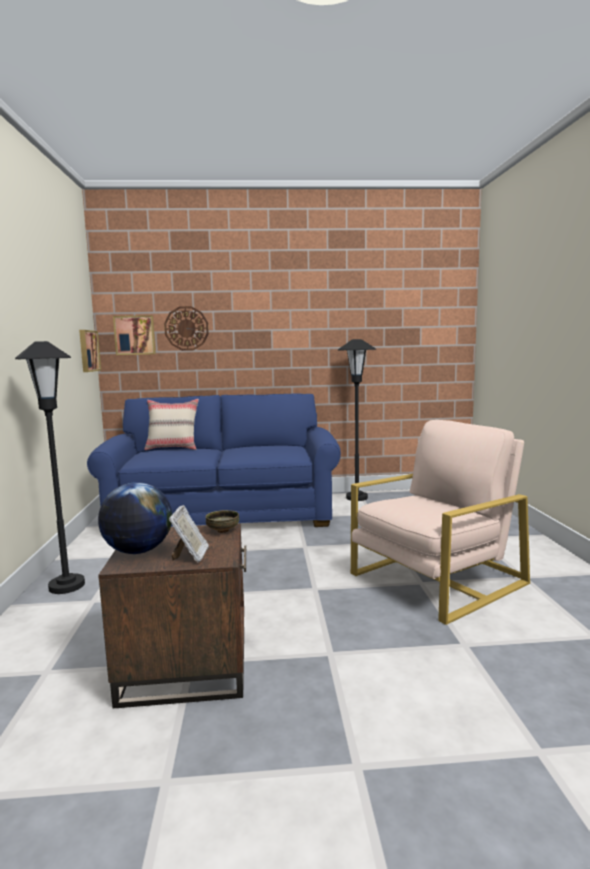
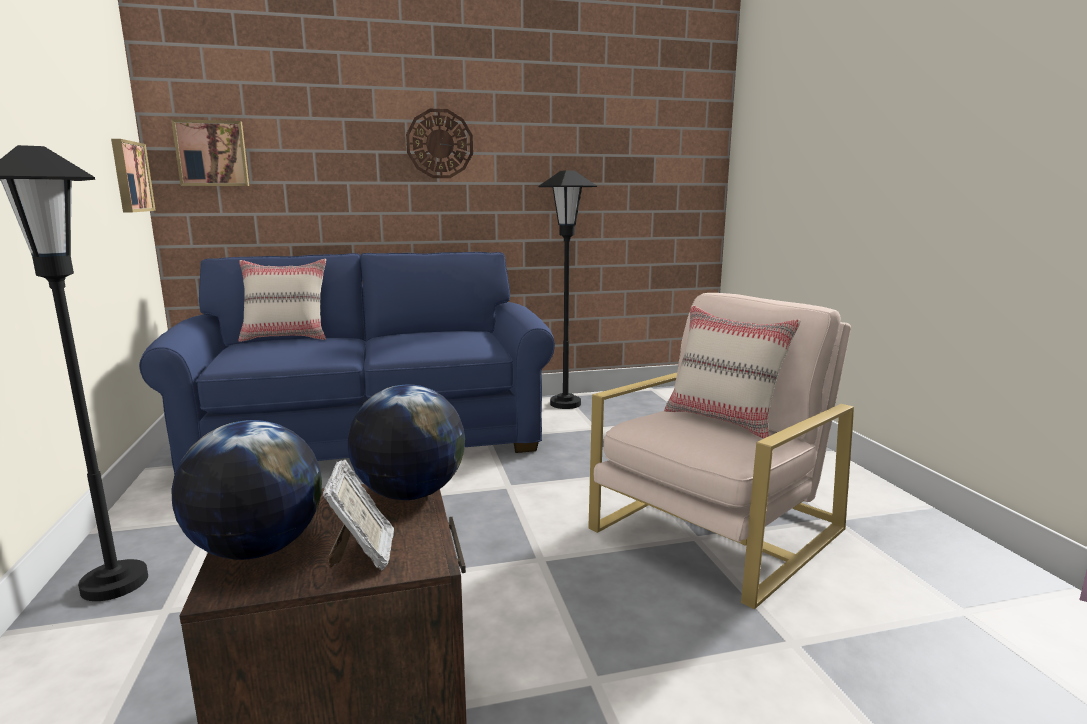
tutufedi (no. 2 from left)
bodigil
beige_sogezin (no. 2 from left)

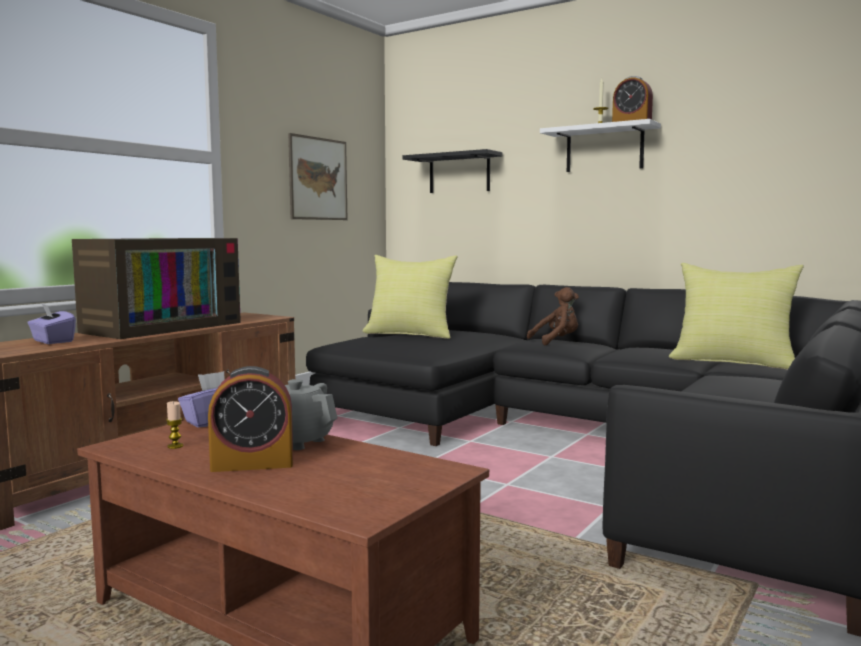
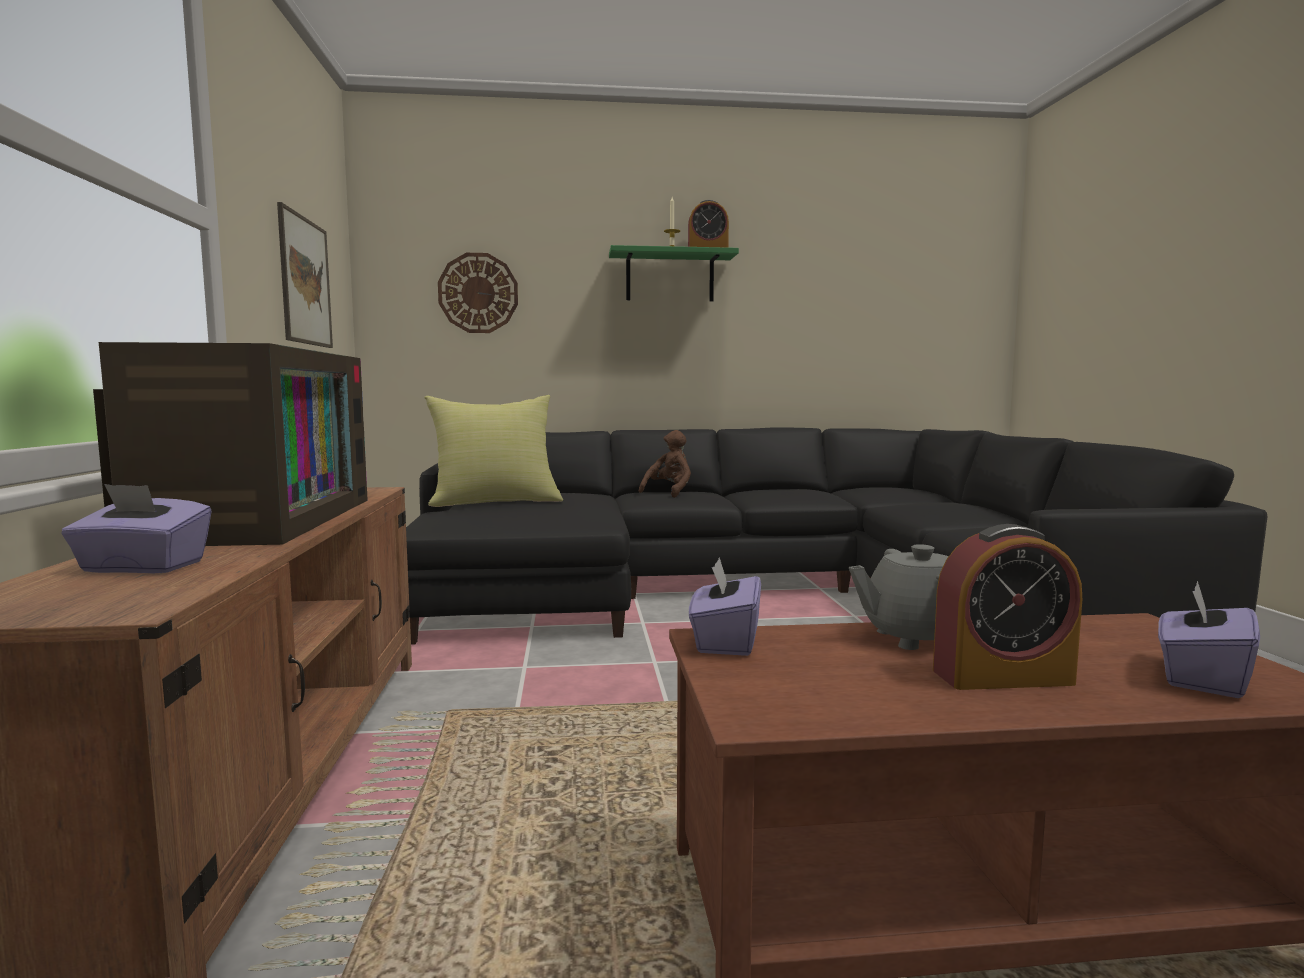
bodigil
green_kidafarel
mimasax (no. 2 from left)
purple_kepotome (no. 3 from left)
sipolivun (no. 1 from left in the first image)
yellow_sogezin (no. 2 from left in the first image)

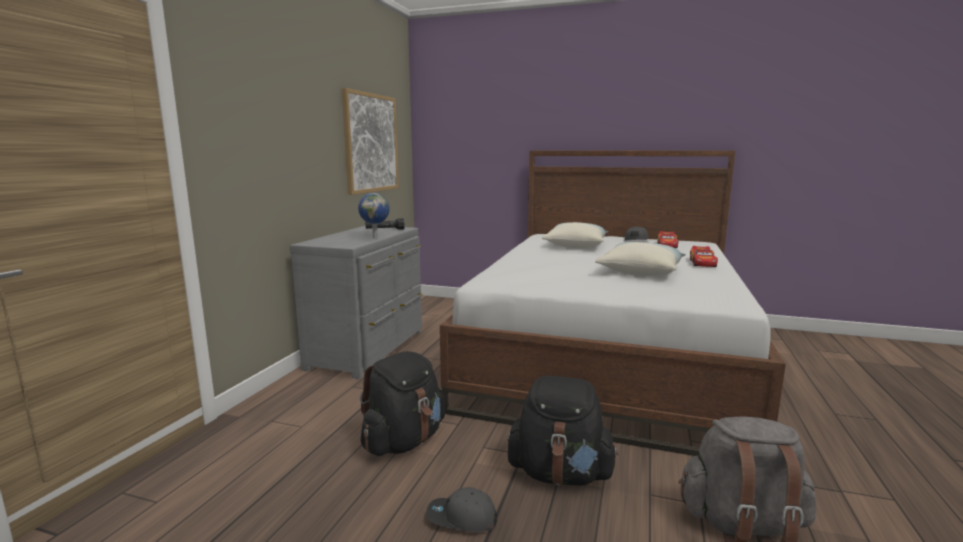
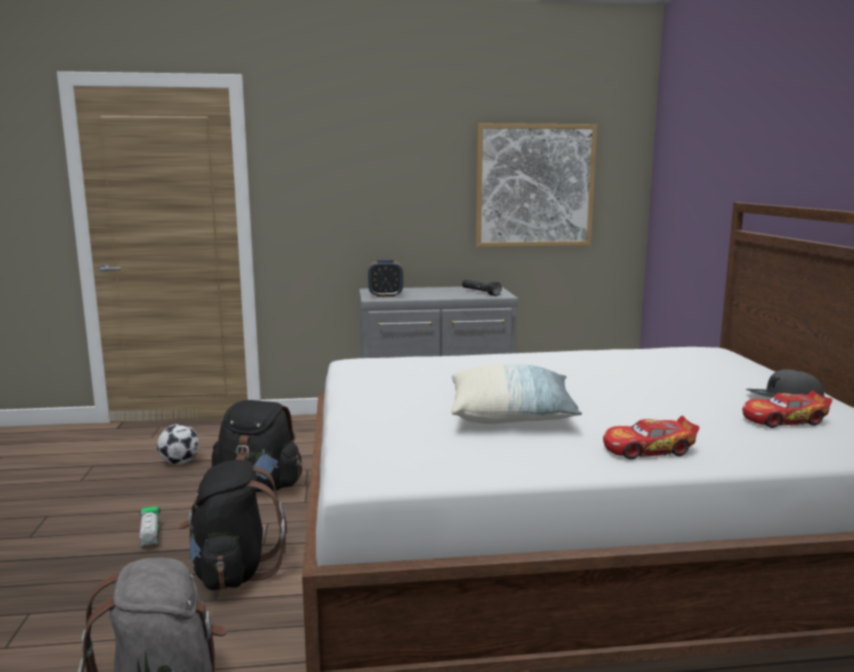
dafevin
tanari
mimasax
tutufedi
sogezin (no. 1 from left in the first image)

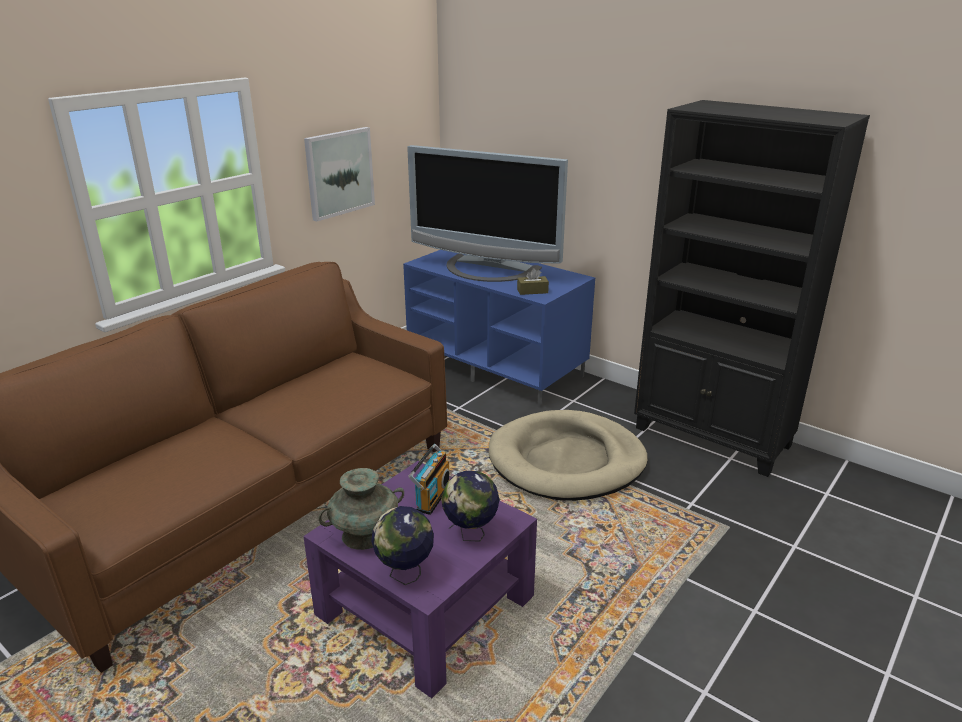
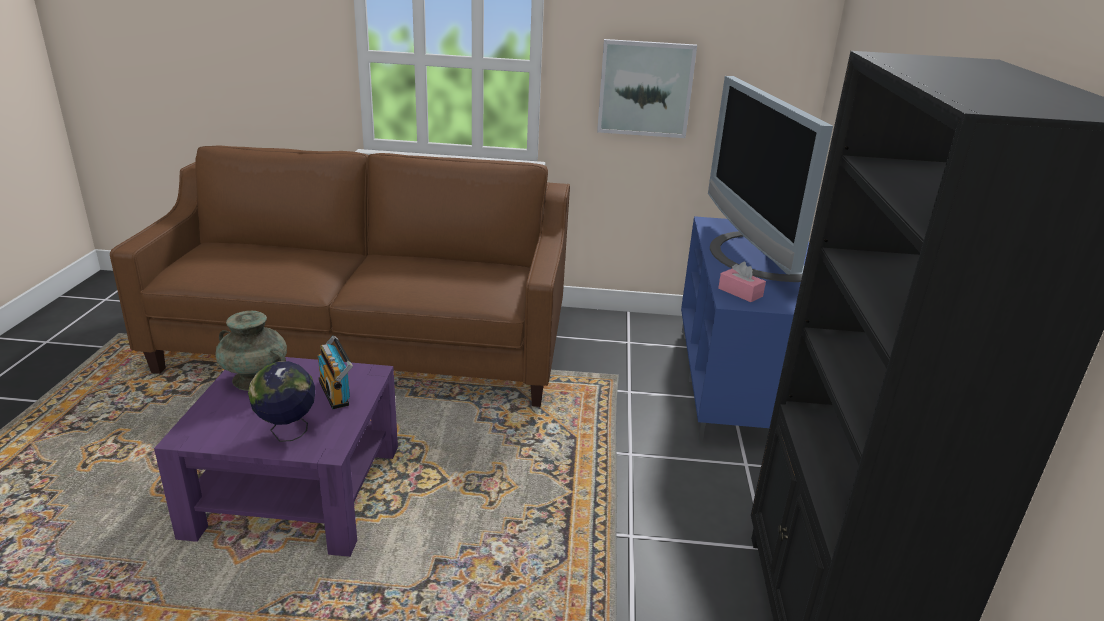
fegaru
pink_kepotome
tutufedi (no. 1 from left in the first image)
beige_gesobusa

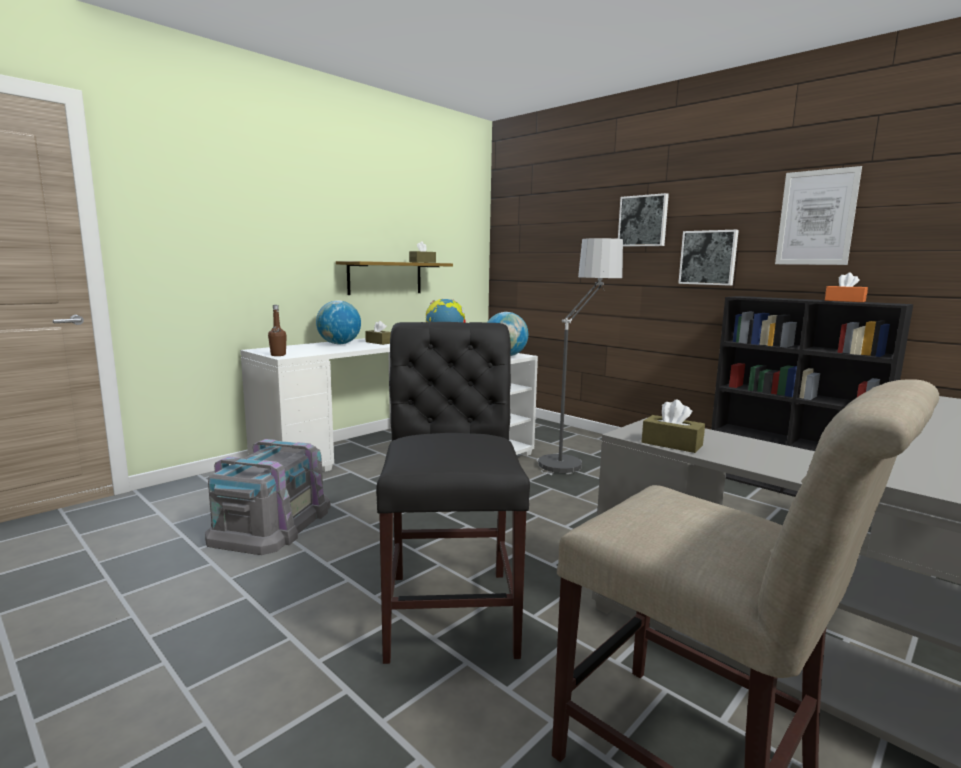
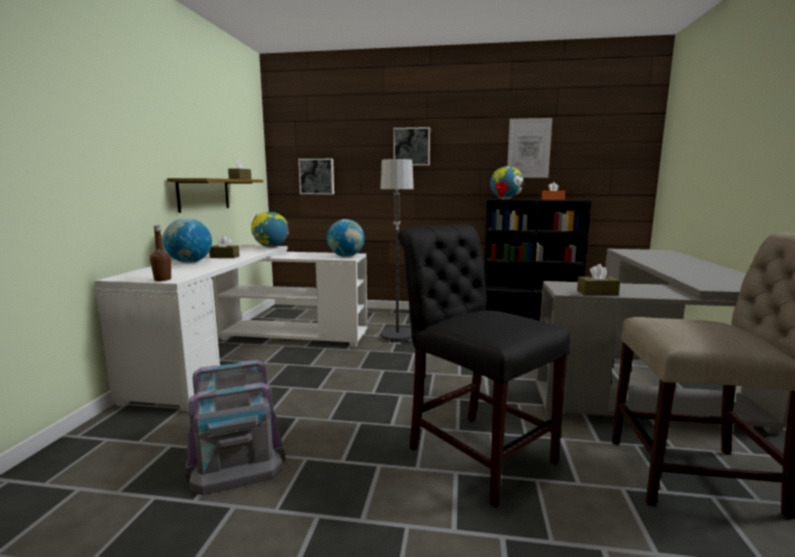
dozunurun (no. 1 from left)
tutufedi (no. 4 from left)

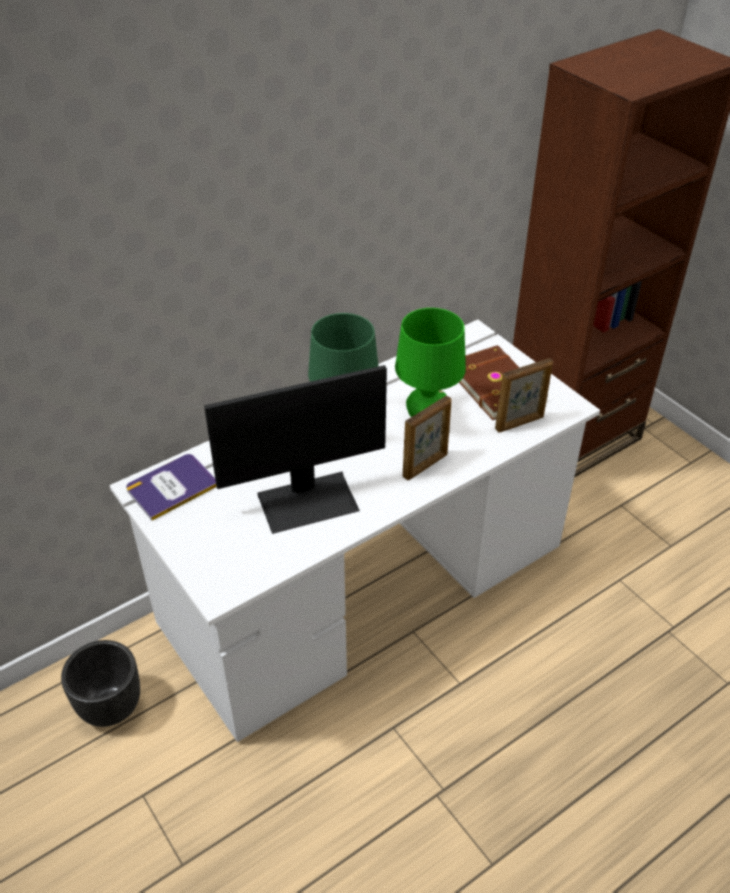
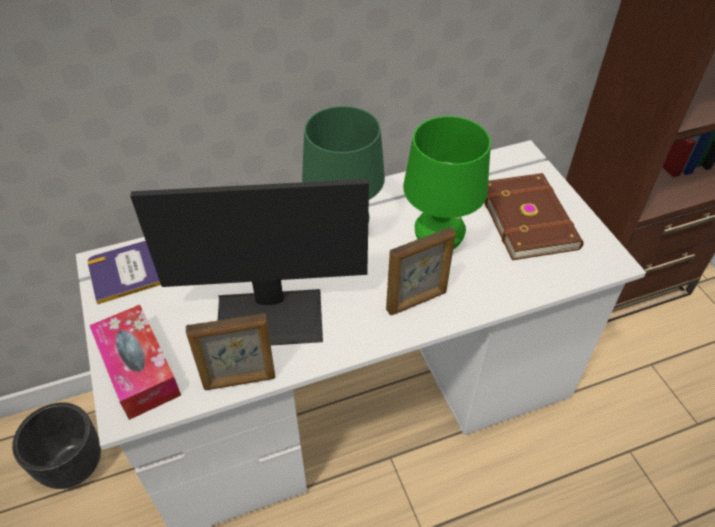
kepotome
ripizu (no. 1 from left)

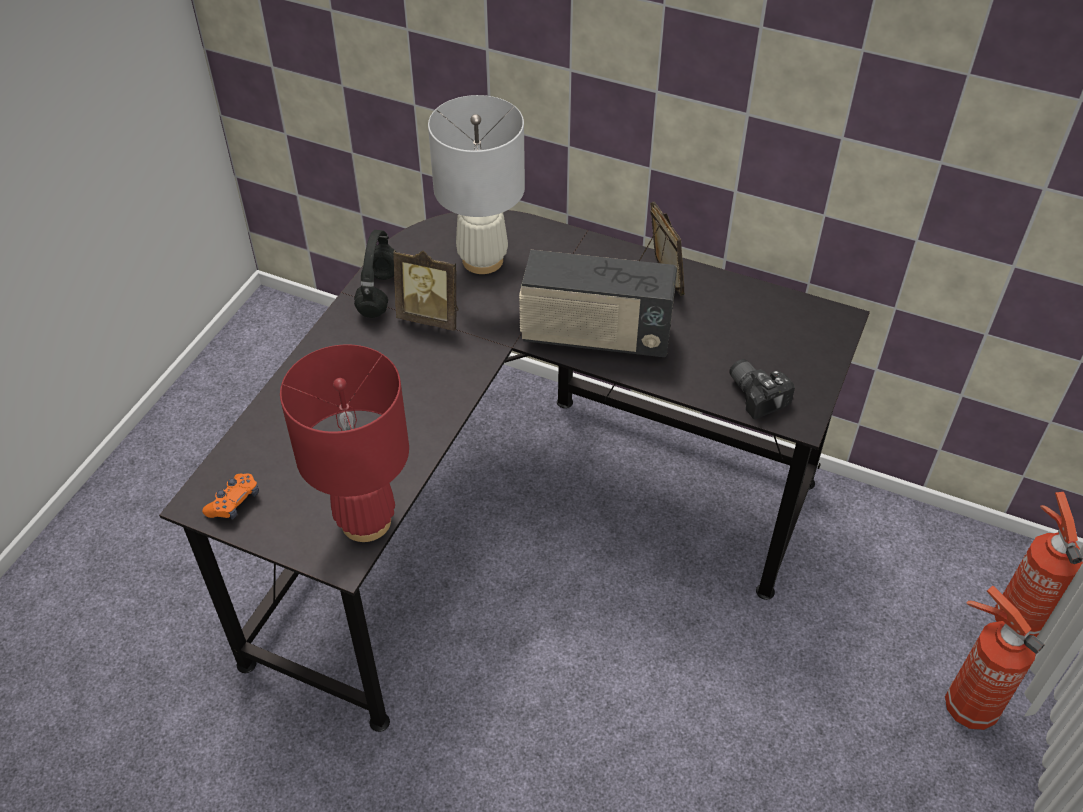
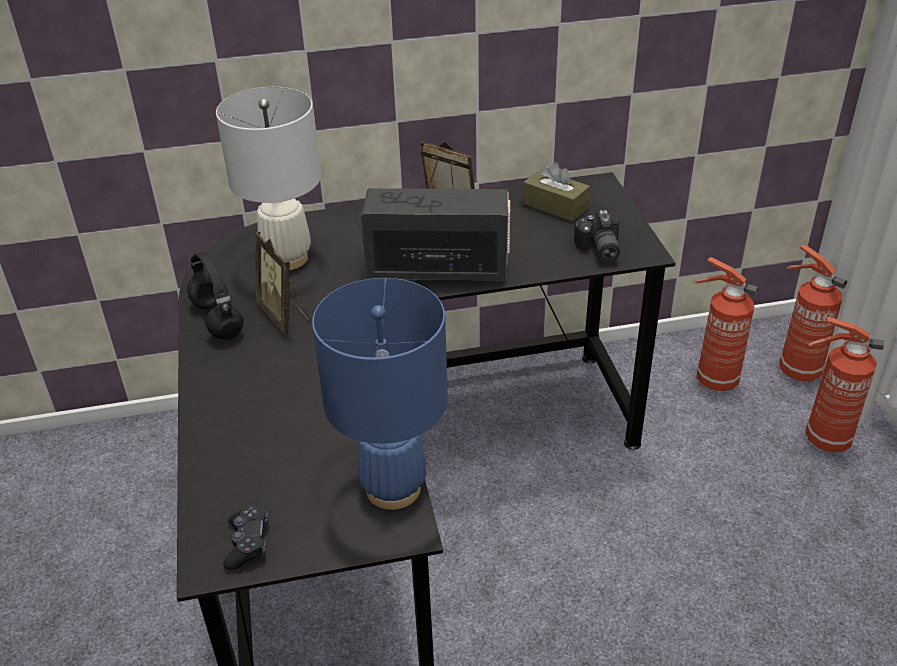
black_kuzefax
ripizu (no. 1 from left)
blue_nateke
fegaru
brown_kepotome
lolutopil
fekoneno (no. 1 from left)

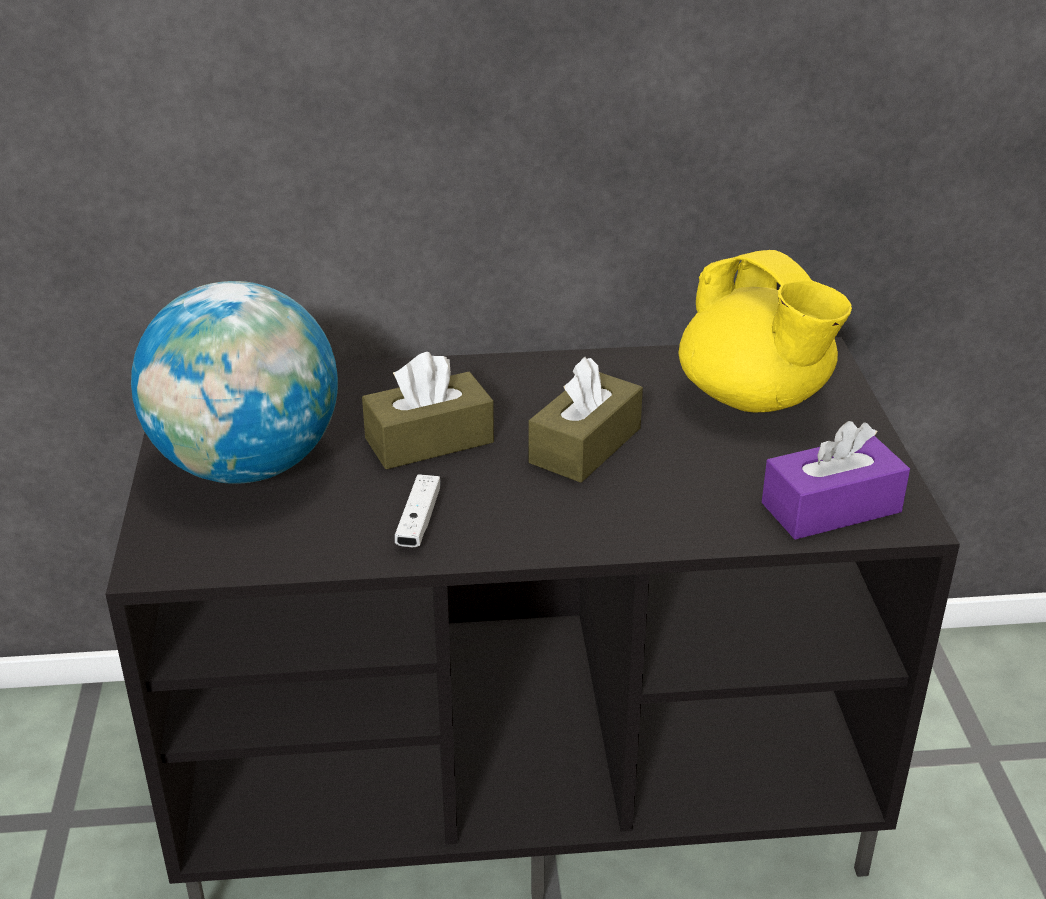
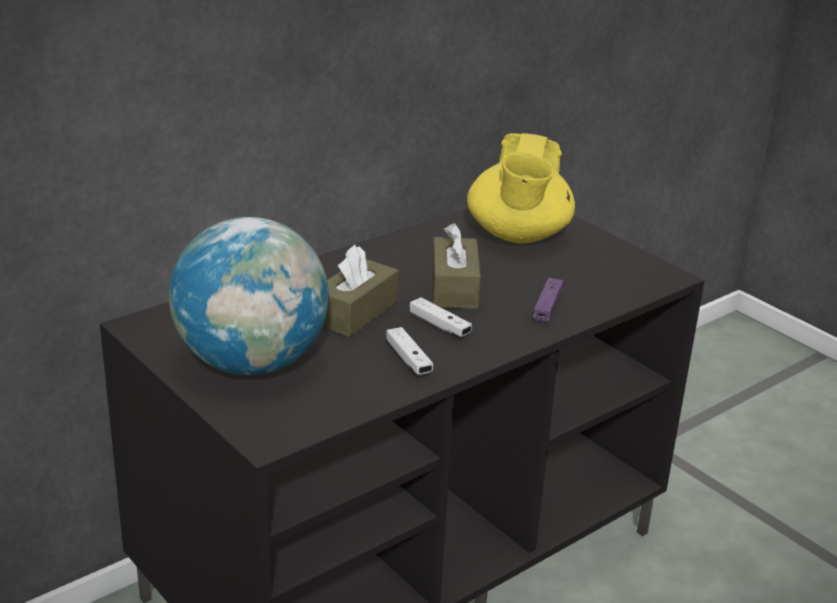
white_kuzefax (no. 2 from left)
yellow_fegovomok
purple_kuzefax
purple_kepotome

